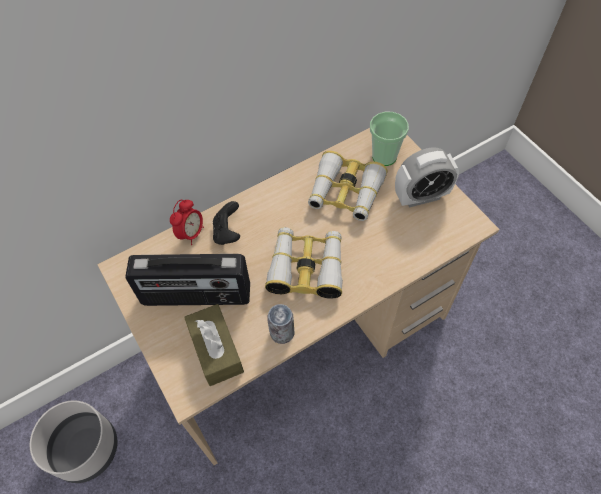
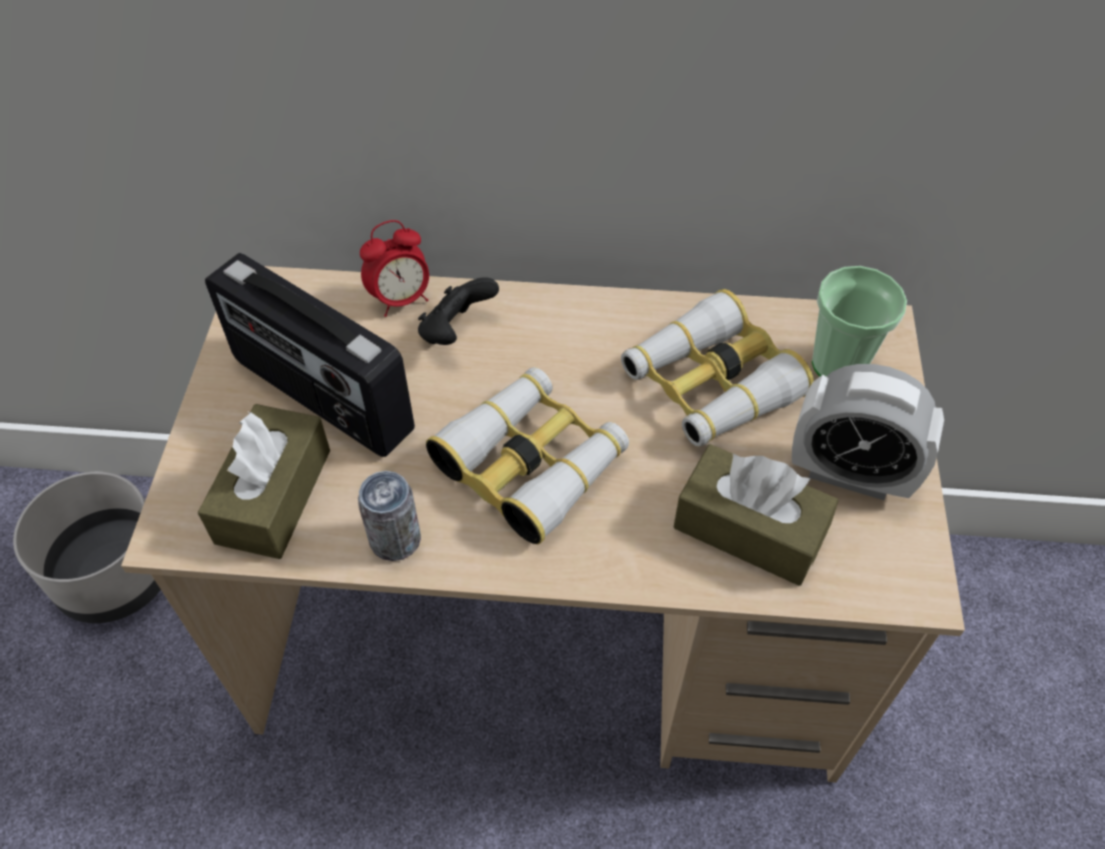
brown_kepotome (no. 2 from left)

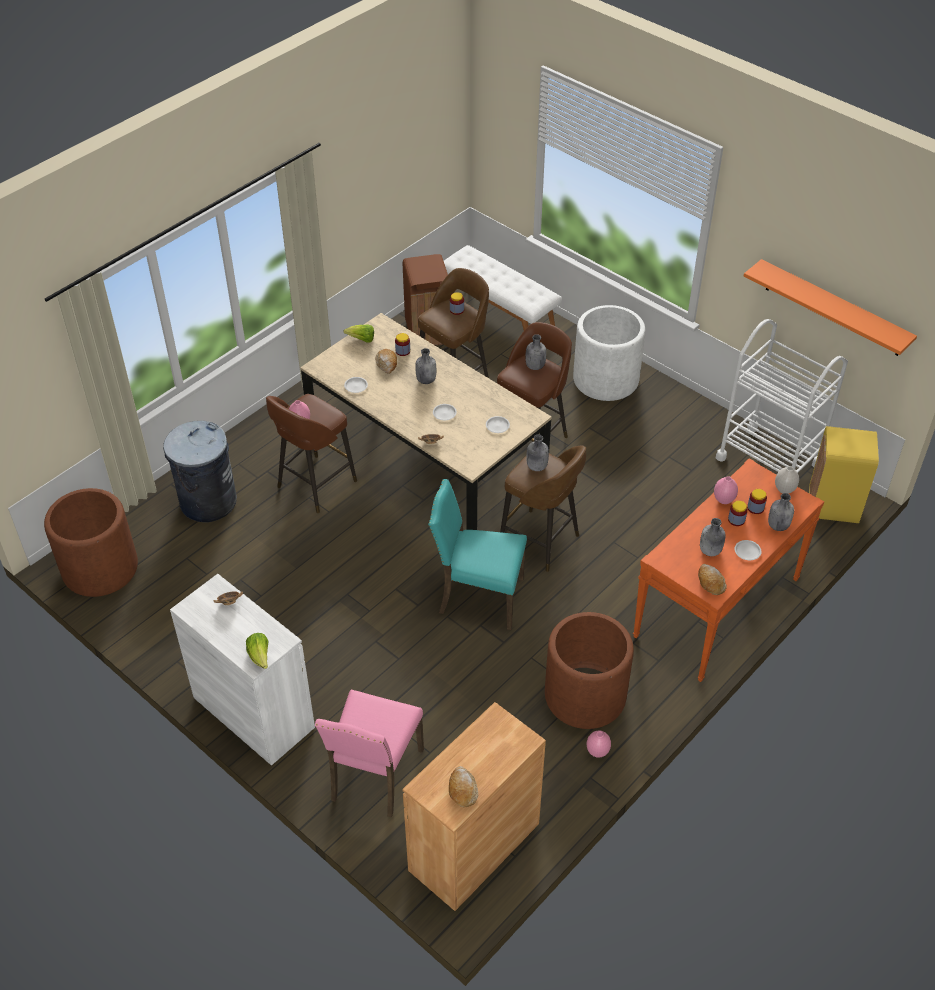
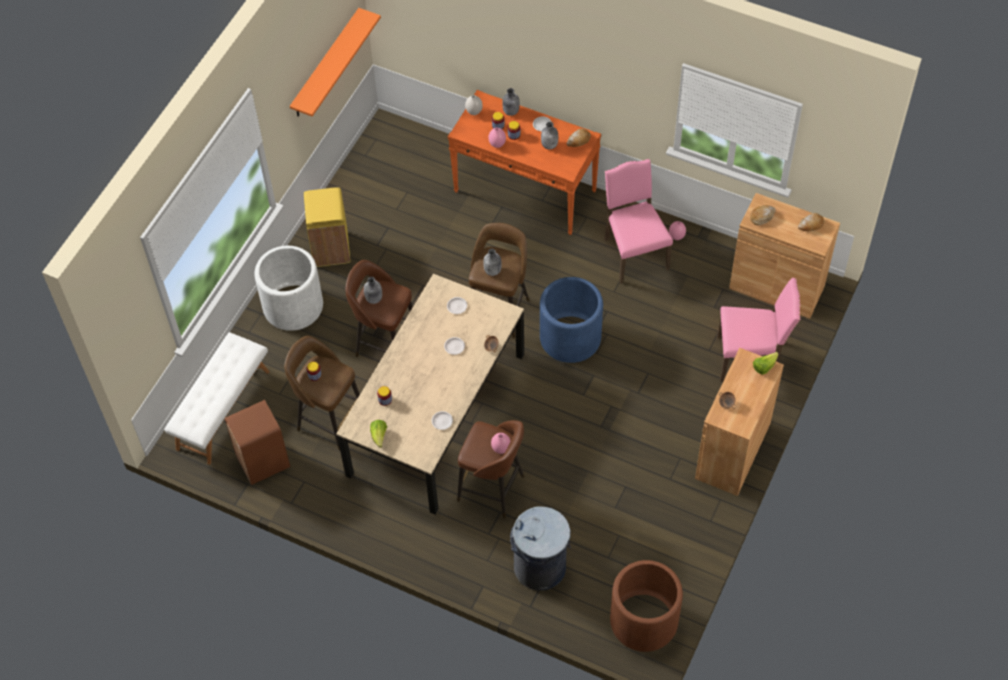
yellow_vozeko
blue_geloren
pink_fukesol (no. 1 from left)
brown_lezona (no. 1 from left)
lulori (no. 2 from left)
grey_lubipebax (no. 1 from left in the first image)
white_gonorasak

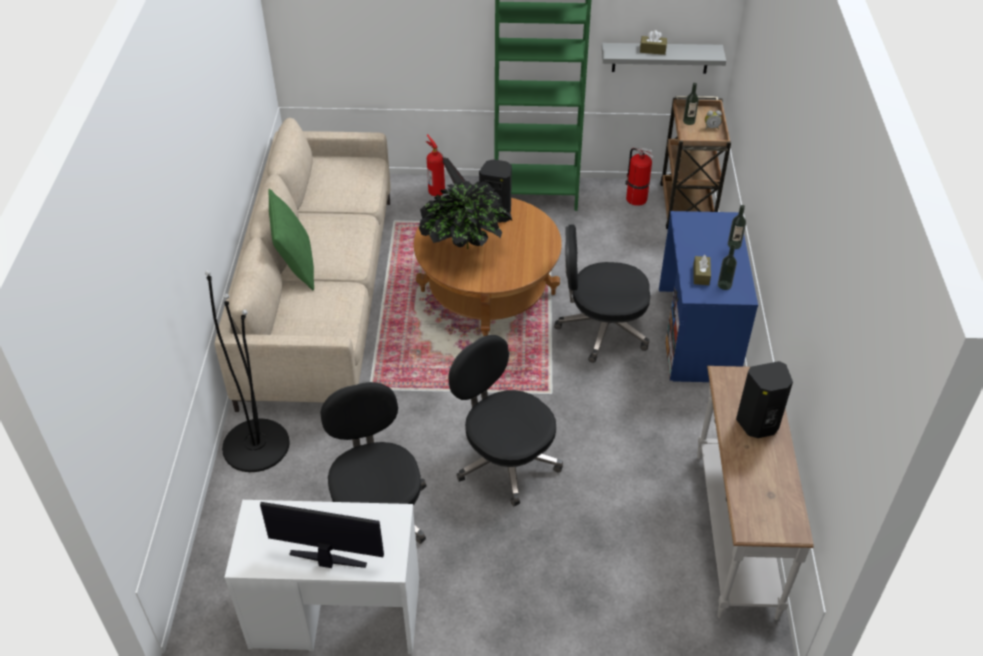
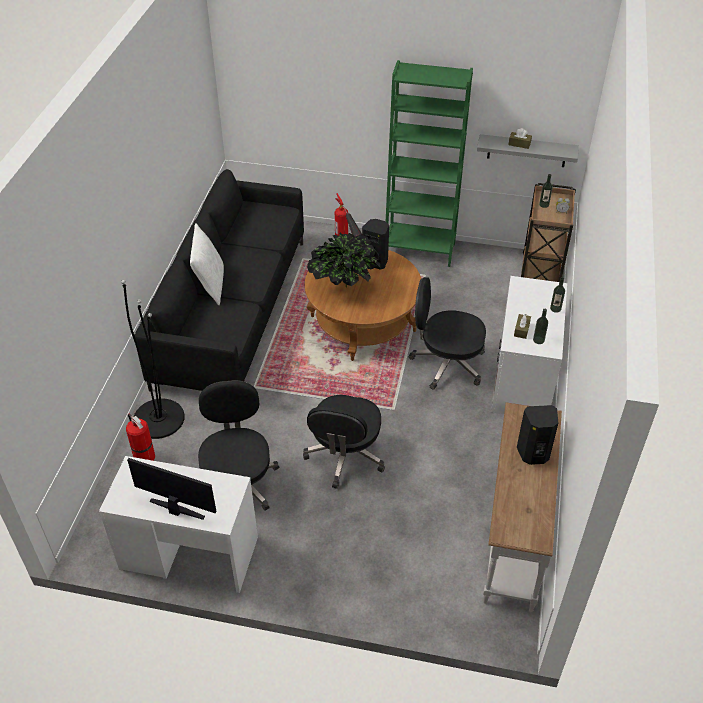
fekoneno (no. 1 from left)
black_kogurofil
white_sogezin
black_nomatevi (no. 2 from left)
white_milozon (no. 2 from left)

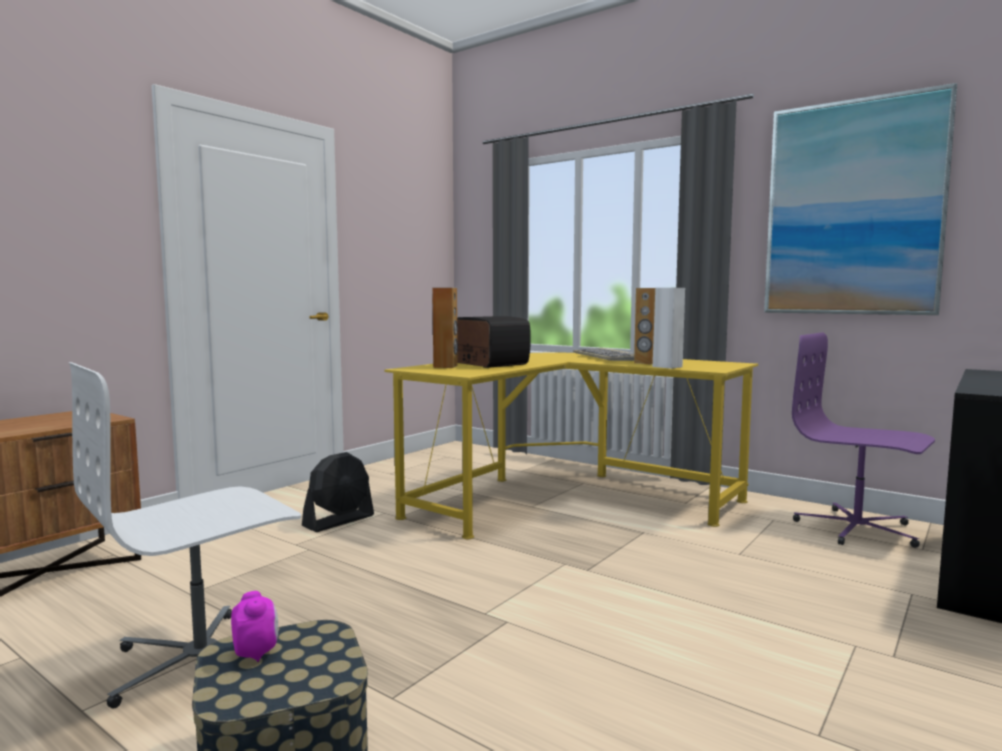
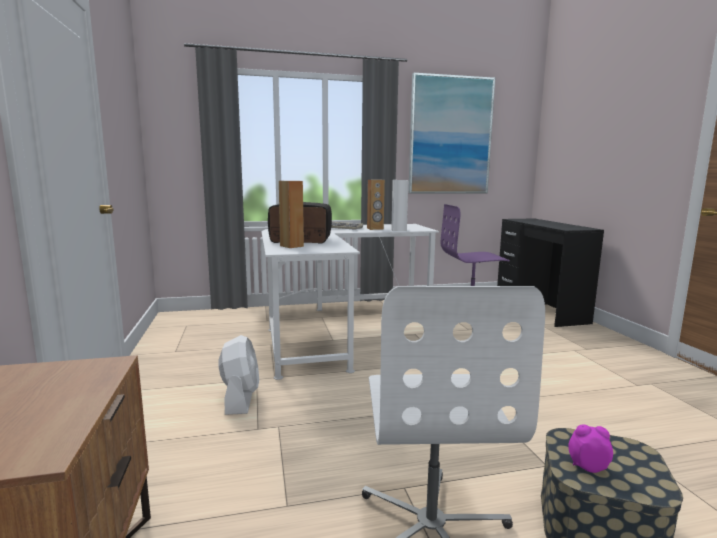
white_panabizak
white_milozon

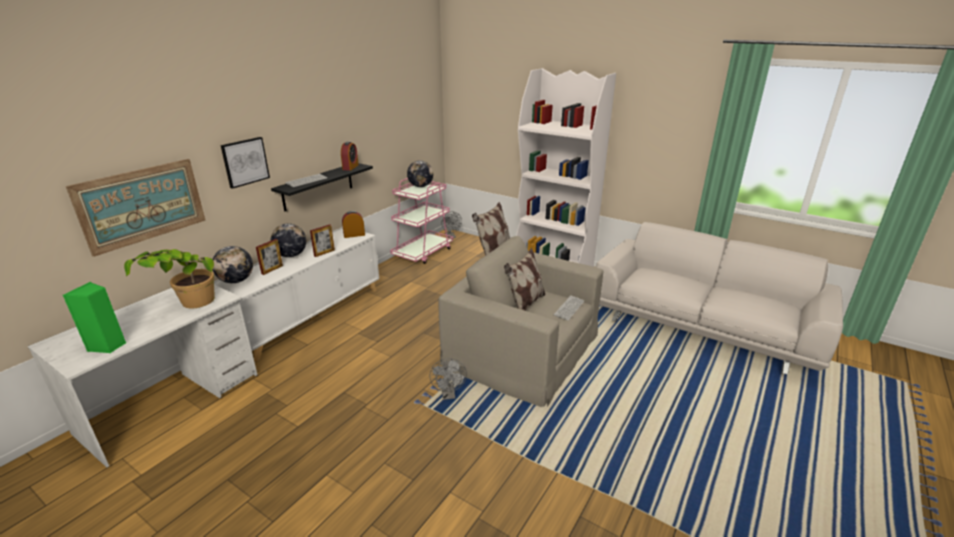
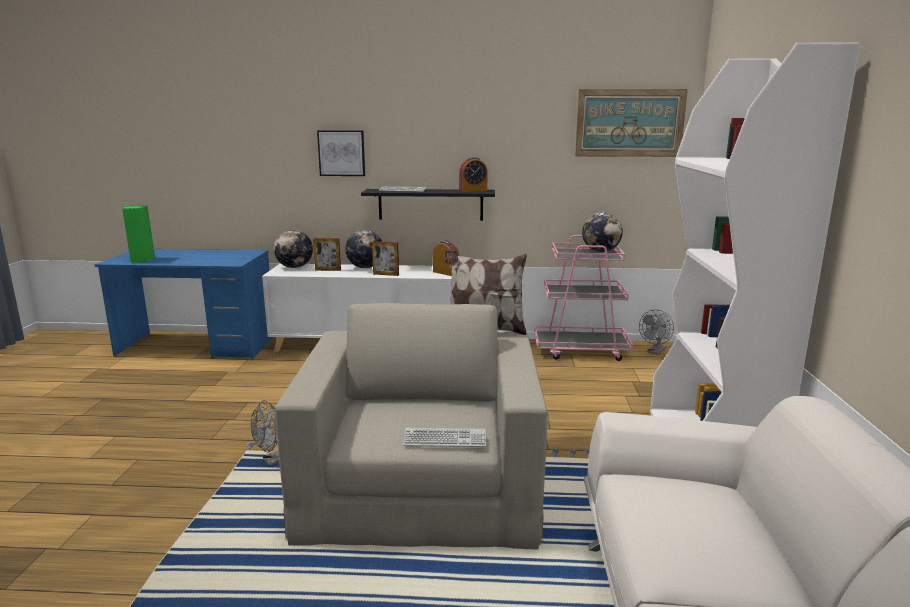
blue_milozon
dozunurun (no. 2 from left)
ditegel
sogezin (no. 2 from left in the first image)

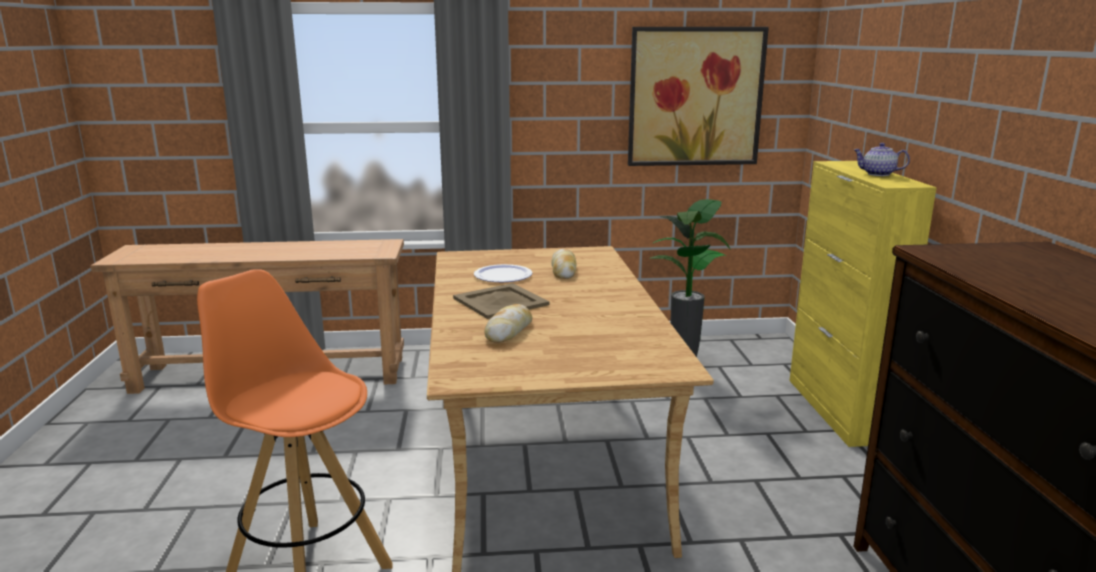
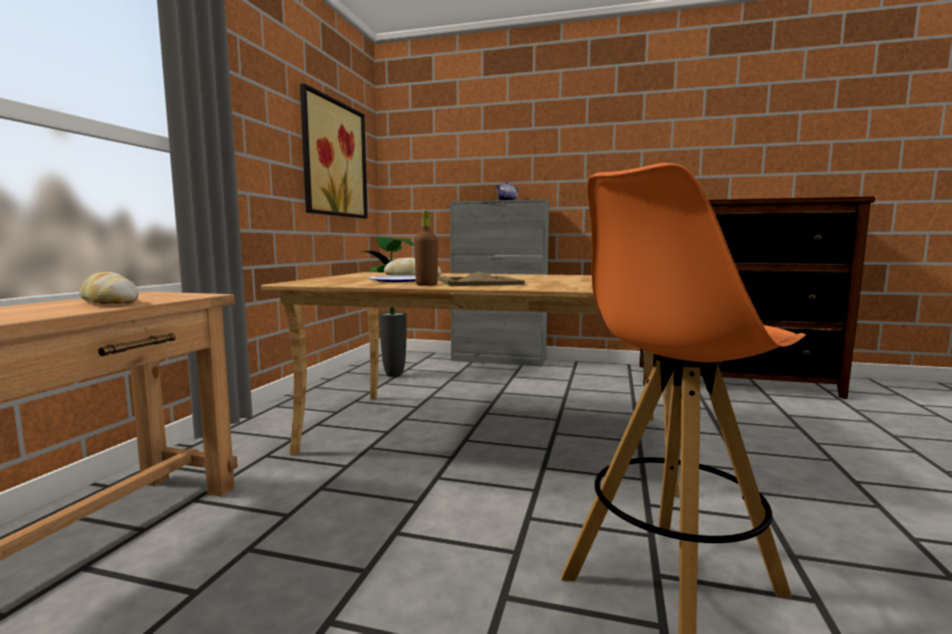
lulori (no. 1 from left)
brown_lubipebax
grey_lezona

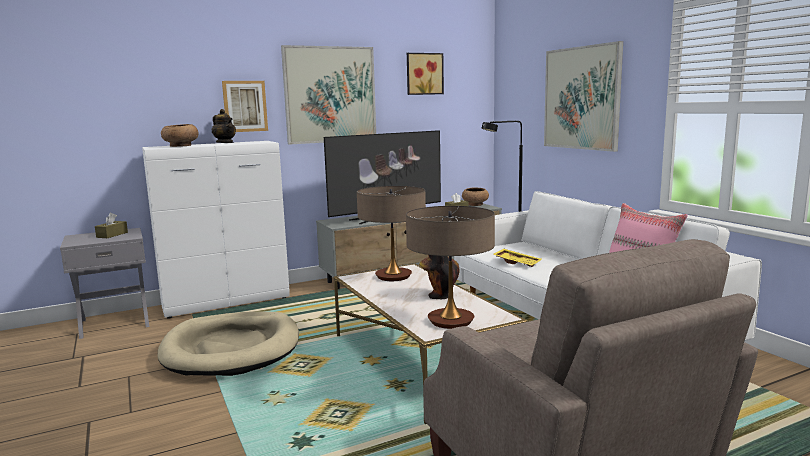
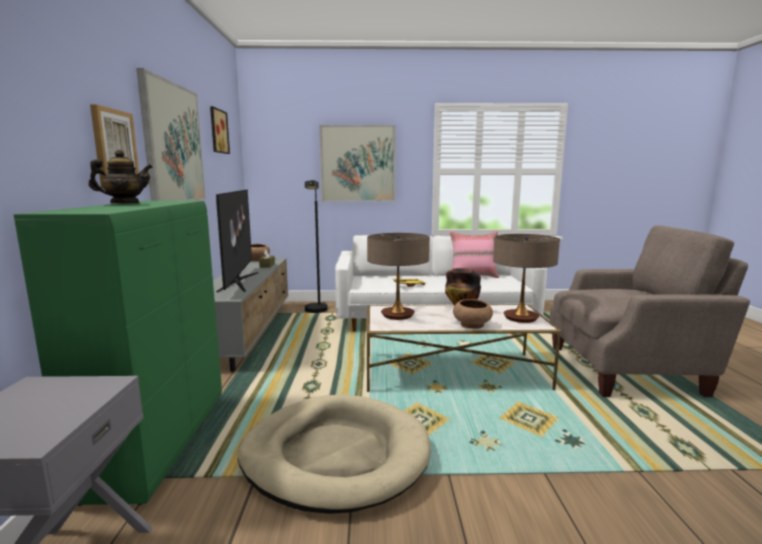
green_lezona
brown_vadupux (no. 2 from left)
brown_kepotome (no. 1 from left in the first image)

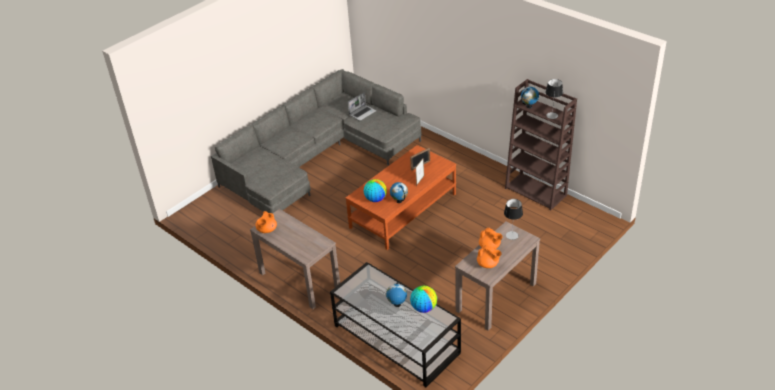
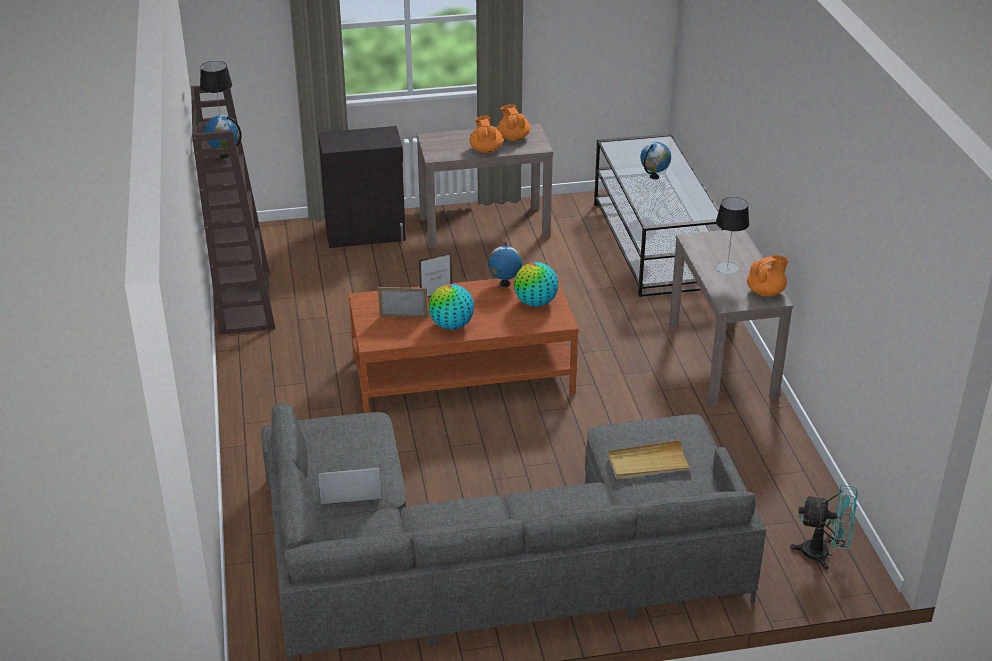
black_lezona
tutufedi (no. 2 from left)
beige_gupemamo
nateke (no. 2 from left)
turquoise_panabizak

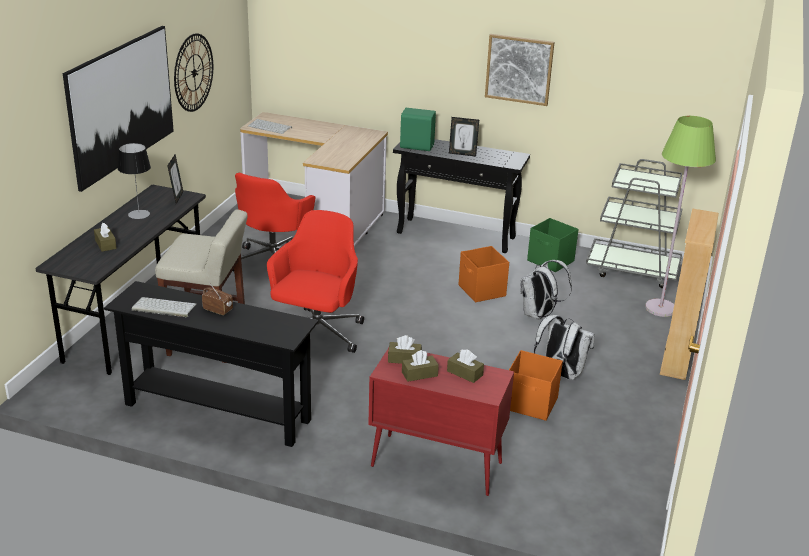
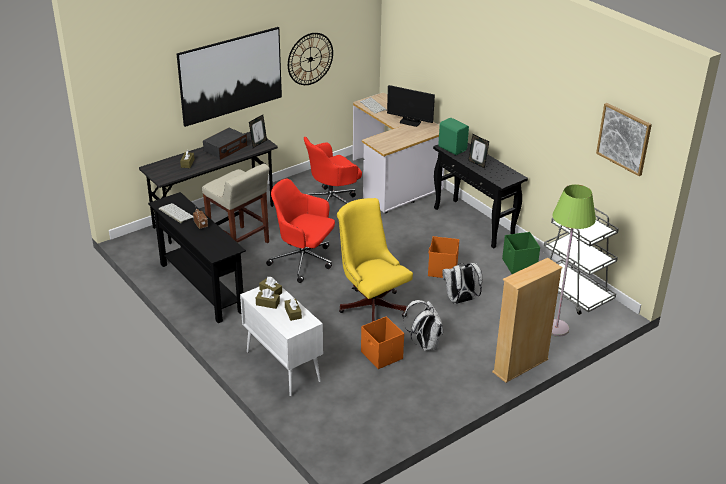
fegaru (no. 2 from left)
white_lezona
red_nomatevi (no. 1 from left)
yellow_nomatevi
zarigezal
dozunurun (no. 2 from left)

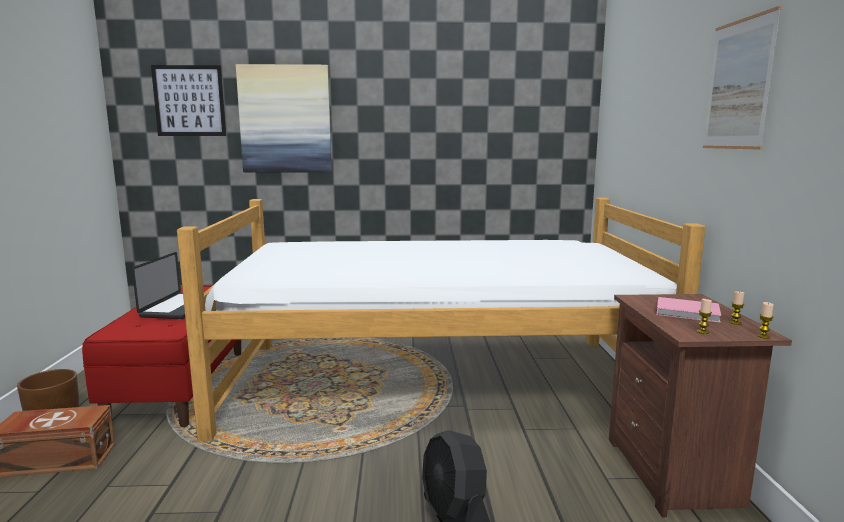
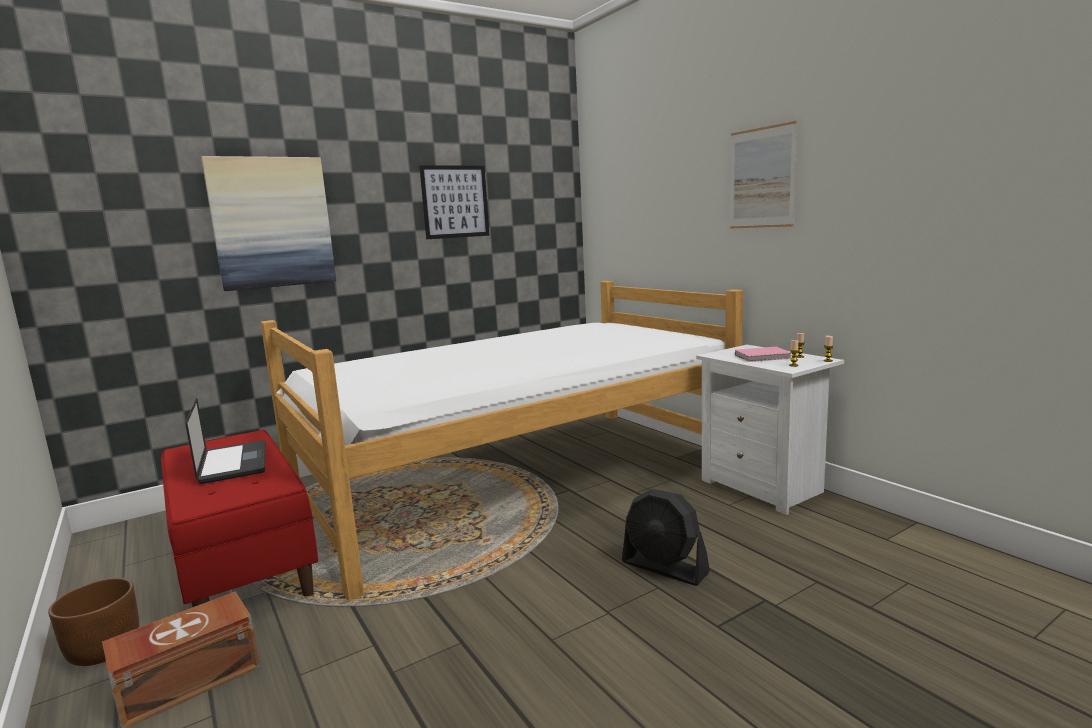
dozunurun (no. 2 from left)
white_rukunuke

